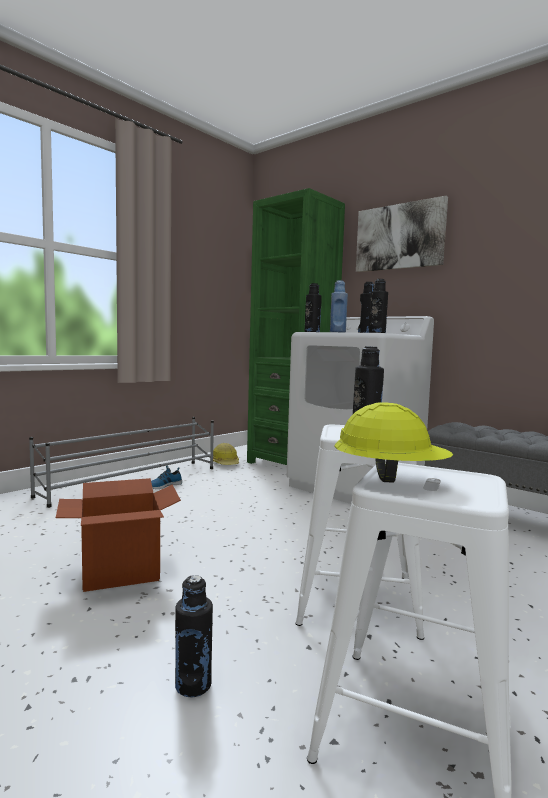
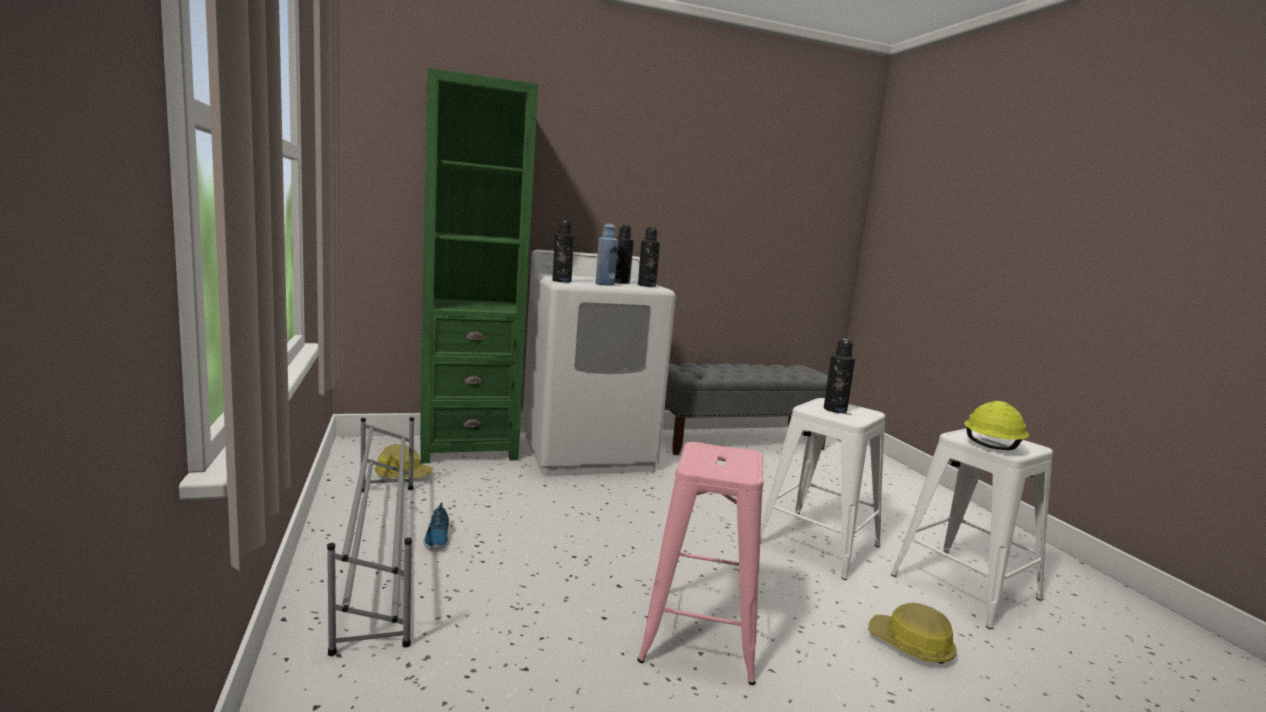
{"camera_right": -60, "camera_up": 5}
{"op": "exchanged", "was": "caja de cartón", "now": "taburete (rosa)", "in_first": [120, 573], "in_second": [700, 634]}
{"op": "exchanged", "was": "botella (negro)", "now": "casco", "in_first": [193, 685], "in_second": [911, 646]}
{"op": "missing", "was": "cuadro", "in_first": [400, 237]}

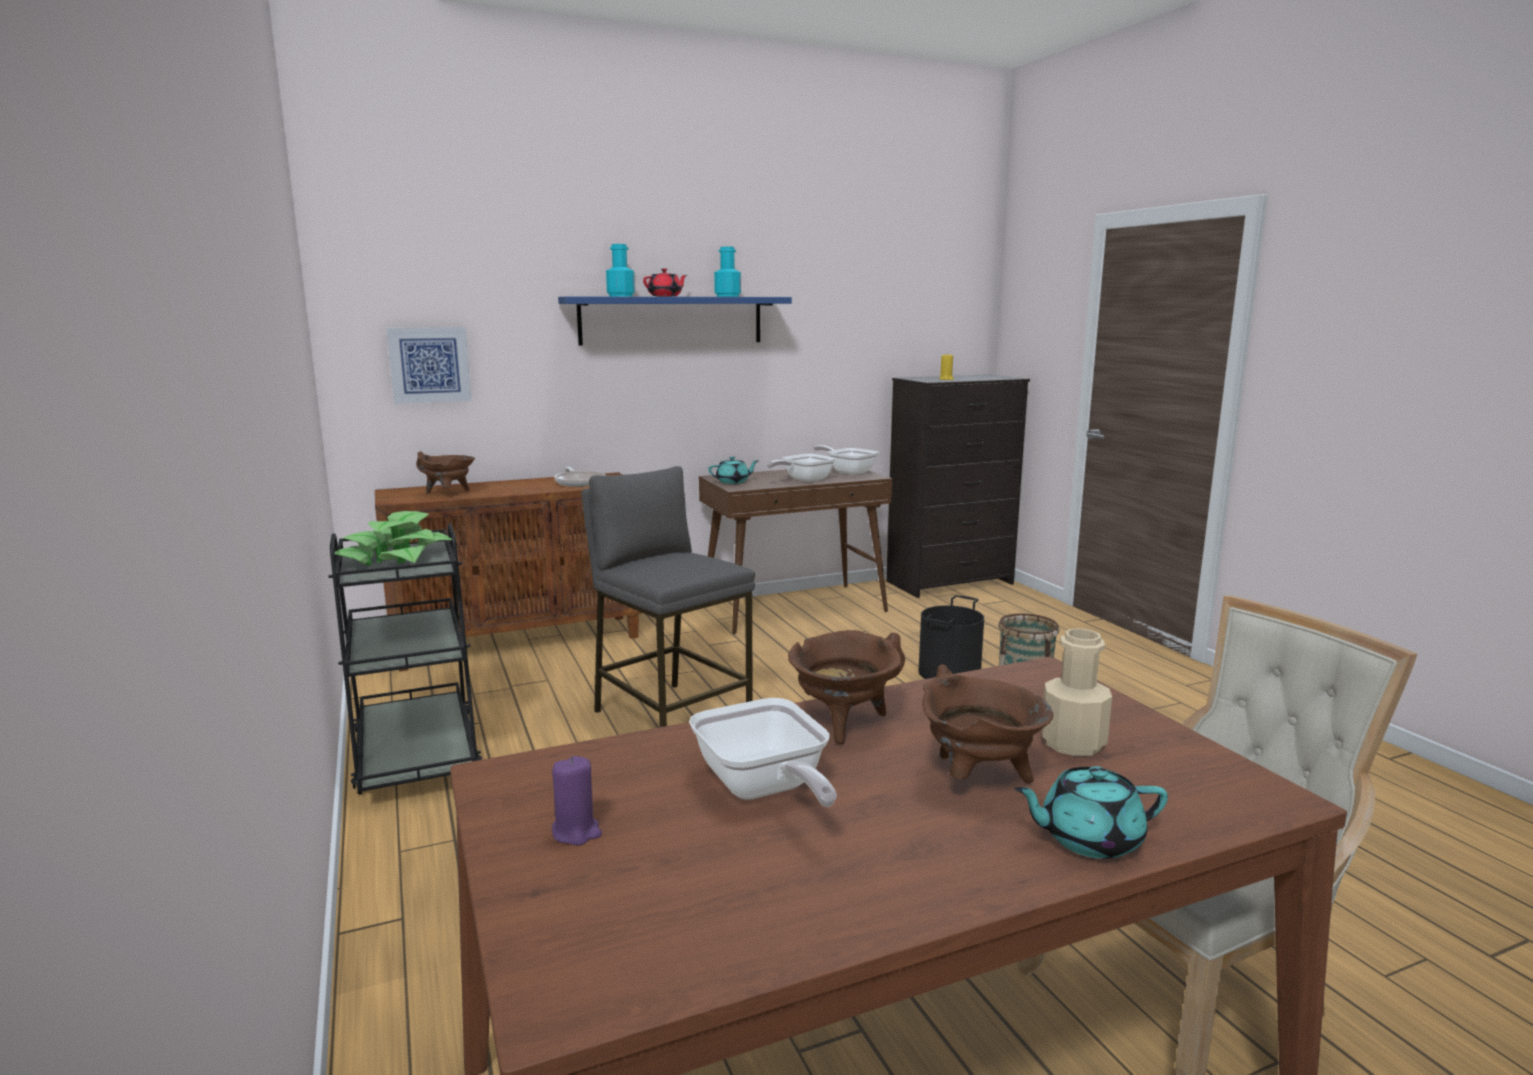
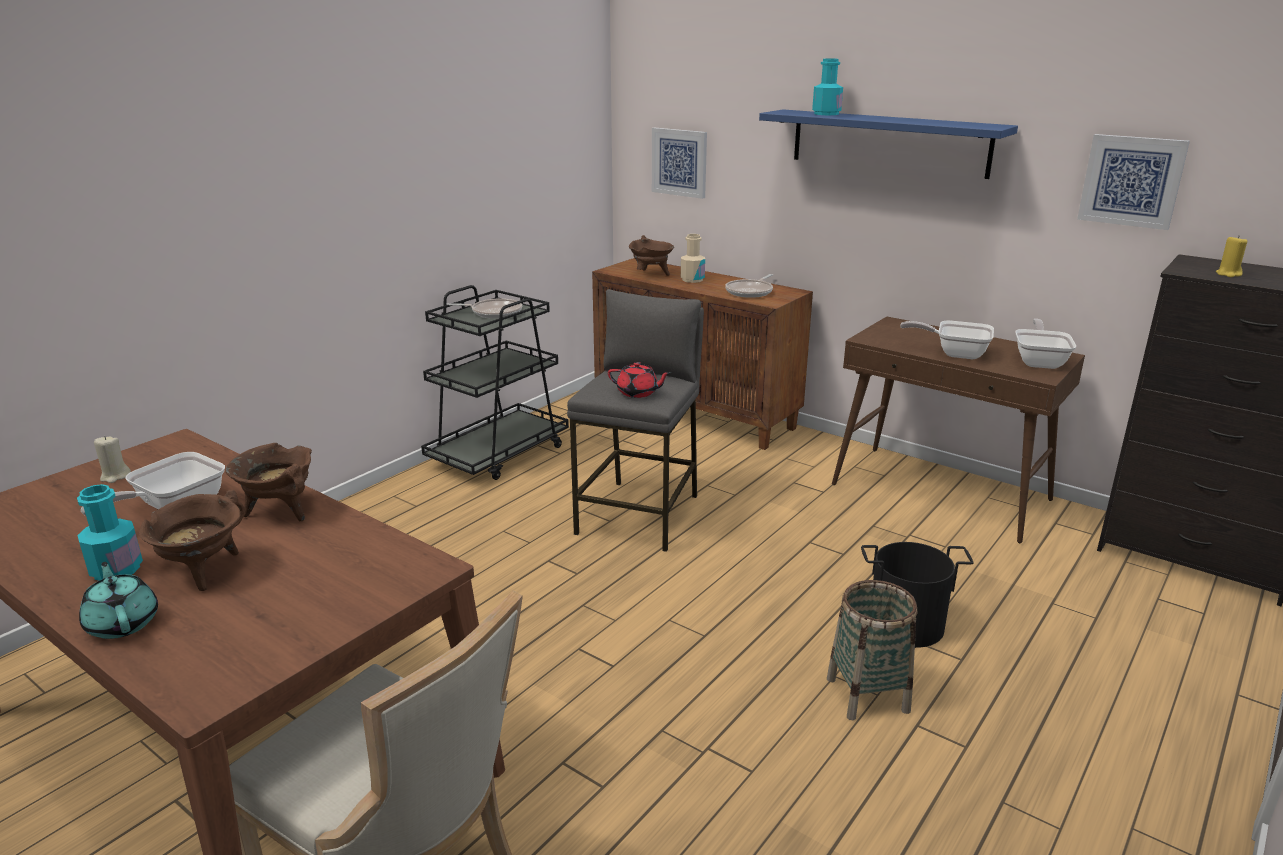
{"camera_right": 60, "camera_up": 10}
{"op": "relocated", "was": "botella (turquesa)", "in_first": [727, 296], "in_second": [116, 570]}
{"op": "colour", "was": "vela (morado)", "now": "vela (beis)", "in_first": [576, 832], "in_second": [115, 476]}
{"op": "exchanged", "was": "planta en maceta", "now": "sartén", "in_first": [395, 557], "in_second": [493, 312]}
{"op": "relocated", "was": "tetera (rojo)", "in_first": [665, 296], "in_second": [638, 393]}
{"op": "relocated", "was": "botella (beis)", "in_first": [1073, 743], "in_second": [692, 279]}
{"op": "appeared", "now": "cuadro", "in_second": [1131, 181]}
{"op": "missing", "was": "tetera (turquesa)", "in_first": [733, 482]}

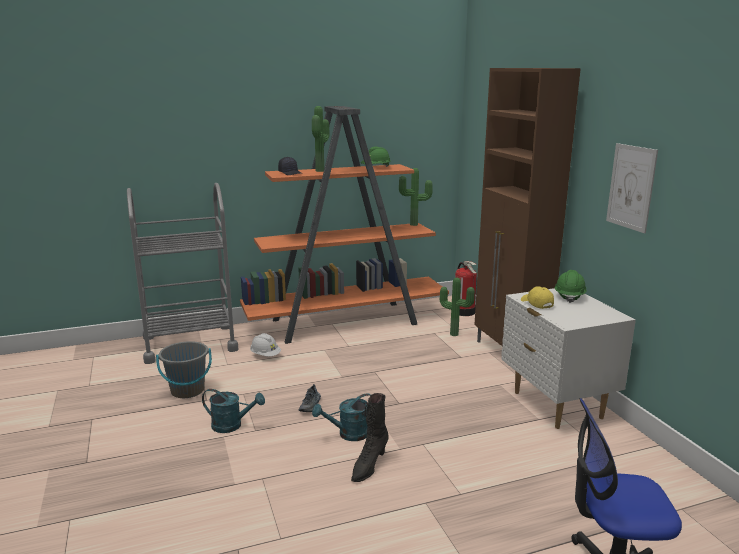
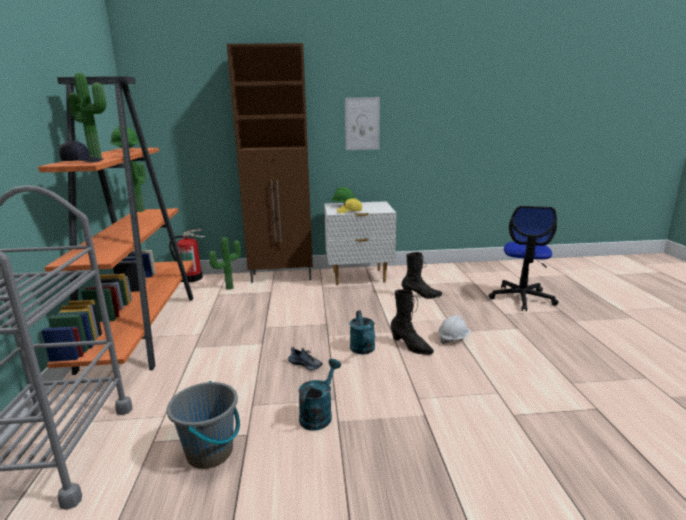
{"camera_right": -75, "camera_up": 0}
{"op": "appeared", "now": "bota (negro)", "in_second": [421, 296]}
{"op": "relocated", "was": "casco (blanco)", "in_first": [265, 355], "in_second": [453, 338]}

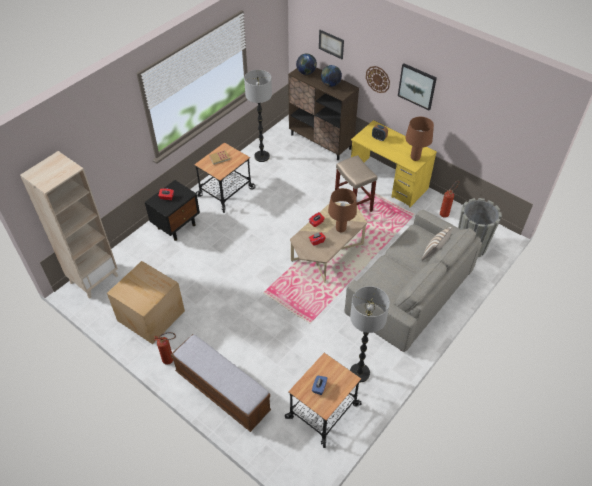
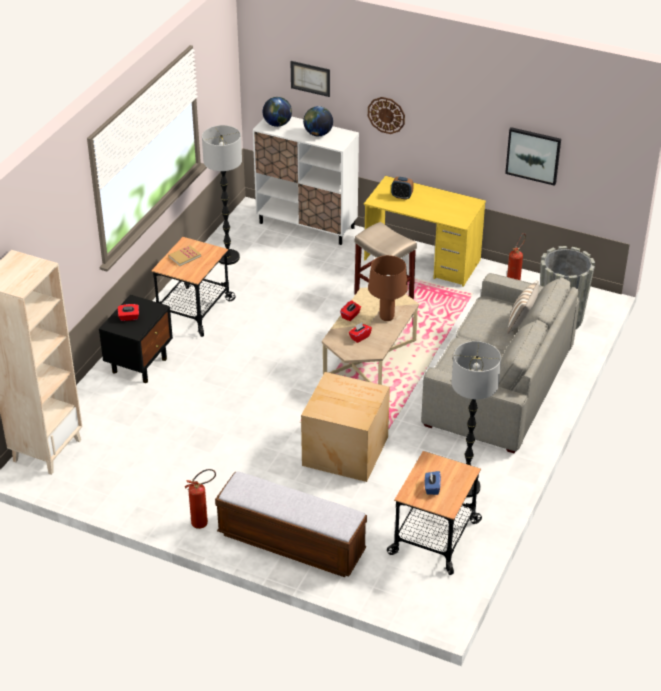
{"camera_right": -15, "camera_up": -10}
{"op": "colour", "was": "armario (marrón)", "now": "armario (blanco)", "in_first": [321, 141], "in_second": [307, 225]}
{"op": "relocated", "was": "caja de cartón", "in_first": [151, 315], "in_second": [344, 450]}
{"op": "relocated", "was": "cuadro", "in_first": [417, 86], "in_second": [533, 155]}
{"op": "missing", "was": "lámpara de mesa (marrón)", "in_first": [415, 158]}

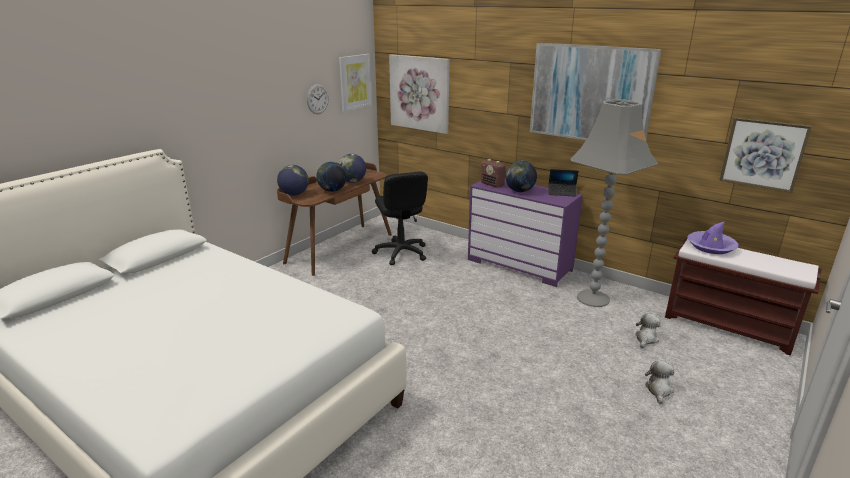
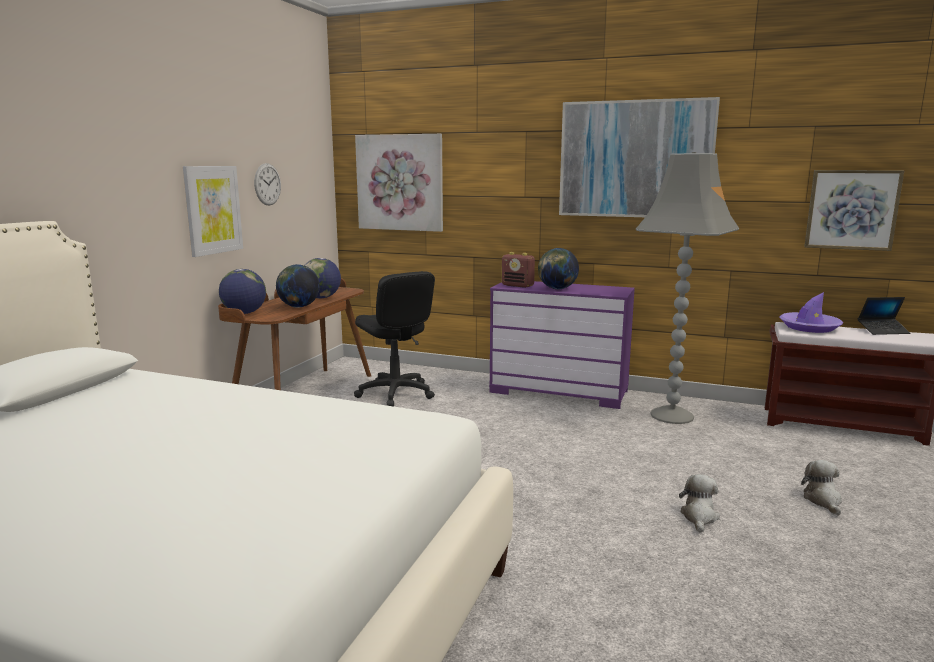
{"camera_right": -15, "camera_up": -10}
{"op": "relocated", "was": "cuadro", "in_first": [355, 82], "in_second": [213, 210]}
{"op": "relocated", "was": "peluche", "in_first": [646, 339], "in_second": [699, 517]}
{"op": "relocated", "was": "portátil", "in_first": [562, 192], "in_second": [882, 331]}

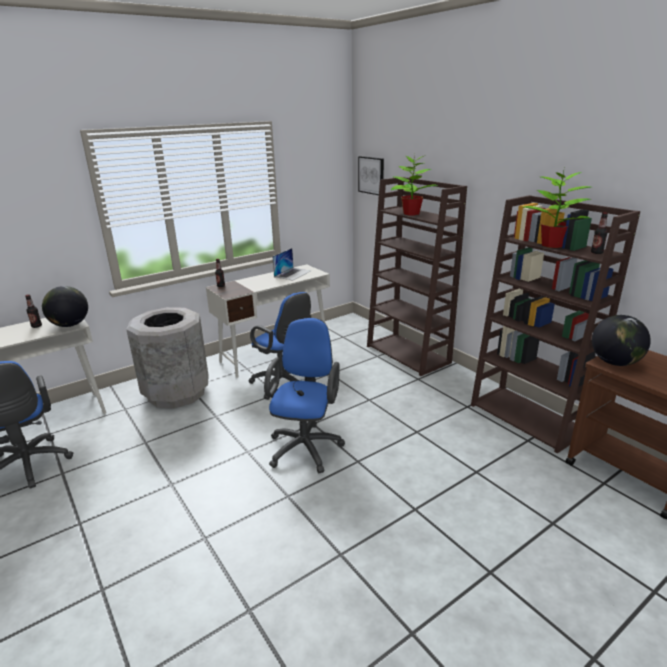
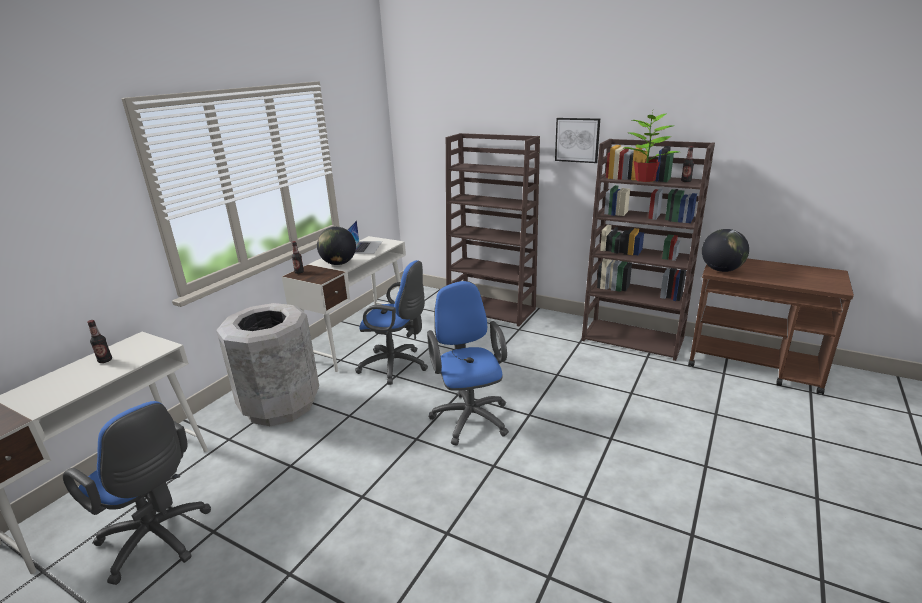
{"camera_right": -25, "camera_up": 0}
{"op": "relocated", "was": "globo terráqueo", "in_first": [70, 325], "in_second": [339, 263]}
{"op": "relocated", "was": "cuadro", "in_first": [371, 175], "in_second": [577, 140]}
{"op": "missing", "was": "planta en maceta", "in_first": [410, 213]}

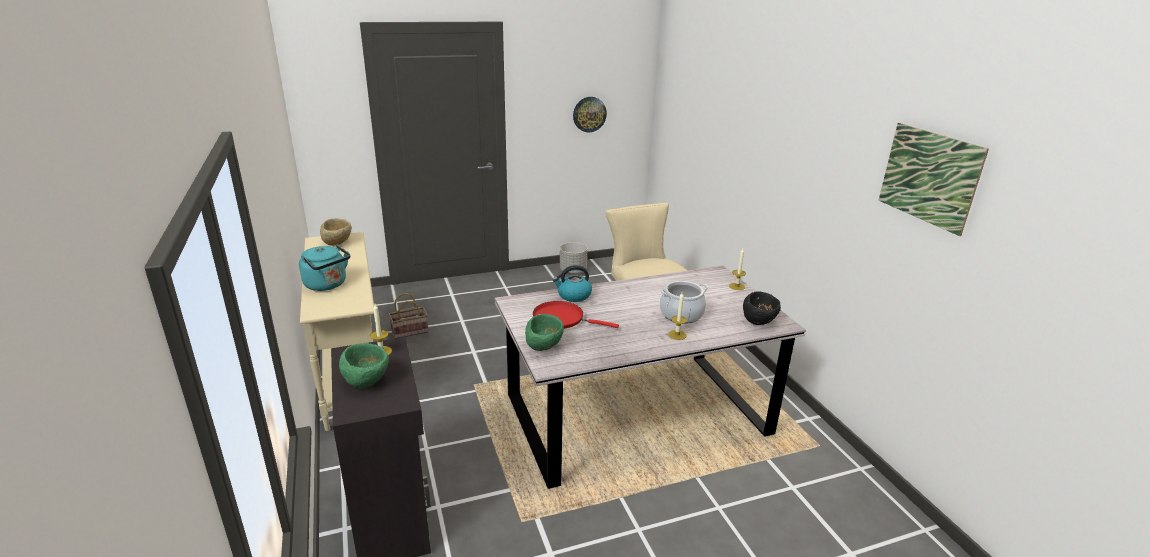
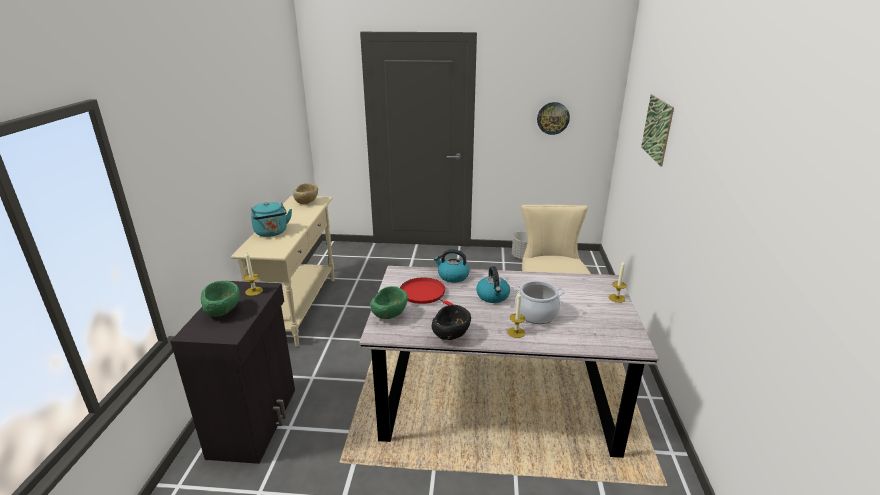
{"camera_right": 25, "camera_up": 0}
{"op": "relocated", "was": "cuenco (negro)", "in_first": [759, 322], "in_second": [451, 336]}
{"op": "appeared", "now": "hervidor", "in_second": [493, 296]}
{"op": "relocated", "was": "cuadro", "in_first": [929, 177], "in_second": [657, 129]}
{"op": "missing", "was": "cesta", "in_first": [410, 331]}

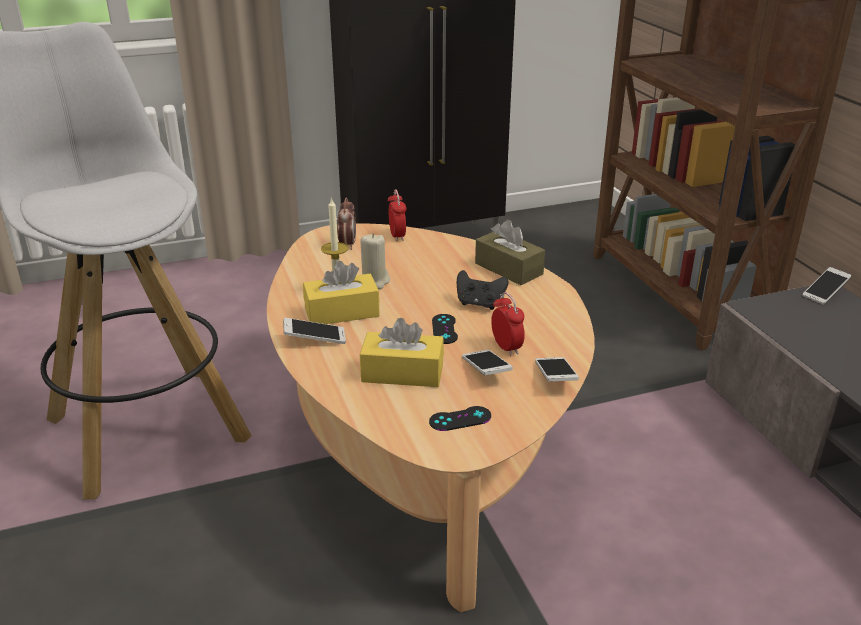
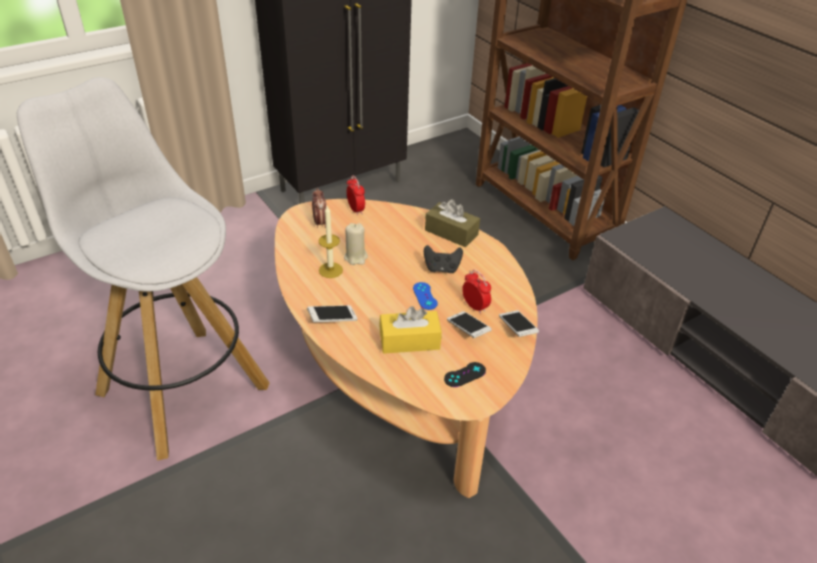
{"camera_right": -15, "camera_up": 10}
{"op": "colour", "was": "mando de consola (negro)", "now": "mando de consola (azul)", "in_first": [444, 329], "in_second": [425, 296]}
{"op": "missing", "was": "caja de pañuelos (amarillo)", "in_first": [342, 312]}
{"op": "missing", "was": "móvil", "in_first": [824, 292]}

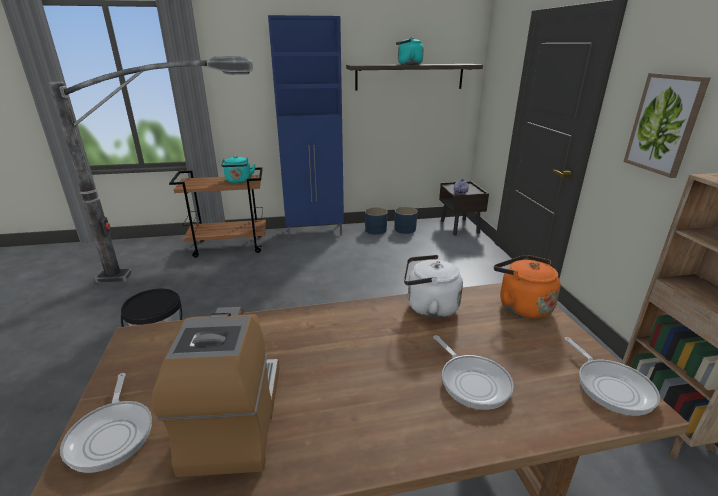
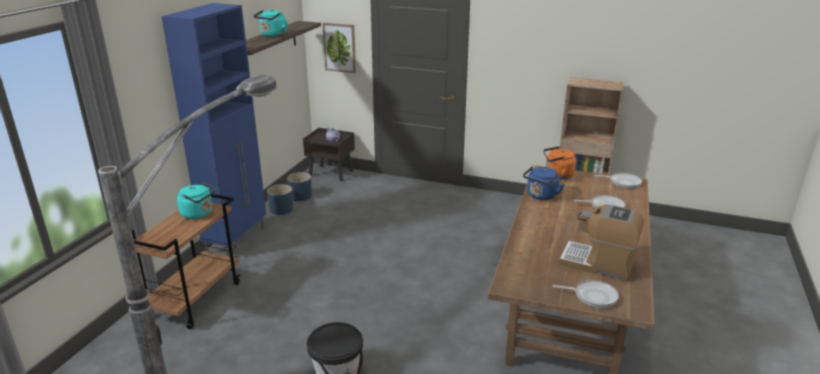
{"camera_right": -60, "camera_up": 0}
{"op": "relocated", "was": "cuadro", "in_first": [664, 124], "in_second": [340, 47]}
{"op": "colour", "was": "hervidor (blanco)", "now": "hervidor (azul)", "in_first": [428, 307], "in_second": [541, 196]}

